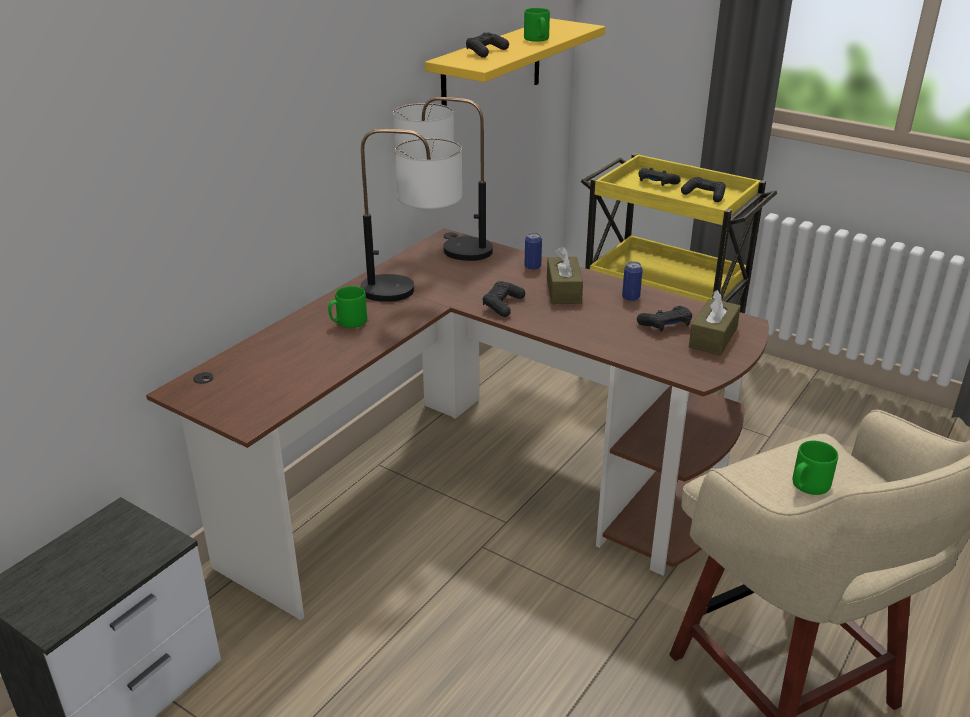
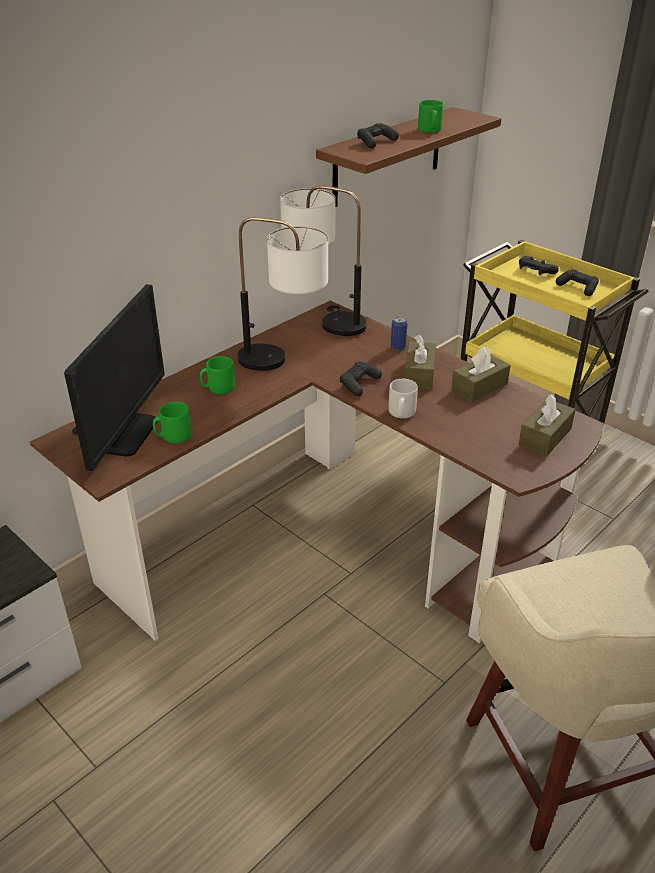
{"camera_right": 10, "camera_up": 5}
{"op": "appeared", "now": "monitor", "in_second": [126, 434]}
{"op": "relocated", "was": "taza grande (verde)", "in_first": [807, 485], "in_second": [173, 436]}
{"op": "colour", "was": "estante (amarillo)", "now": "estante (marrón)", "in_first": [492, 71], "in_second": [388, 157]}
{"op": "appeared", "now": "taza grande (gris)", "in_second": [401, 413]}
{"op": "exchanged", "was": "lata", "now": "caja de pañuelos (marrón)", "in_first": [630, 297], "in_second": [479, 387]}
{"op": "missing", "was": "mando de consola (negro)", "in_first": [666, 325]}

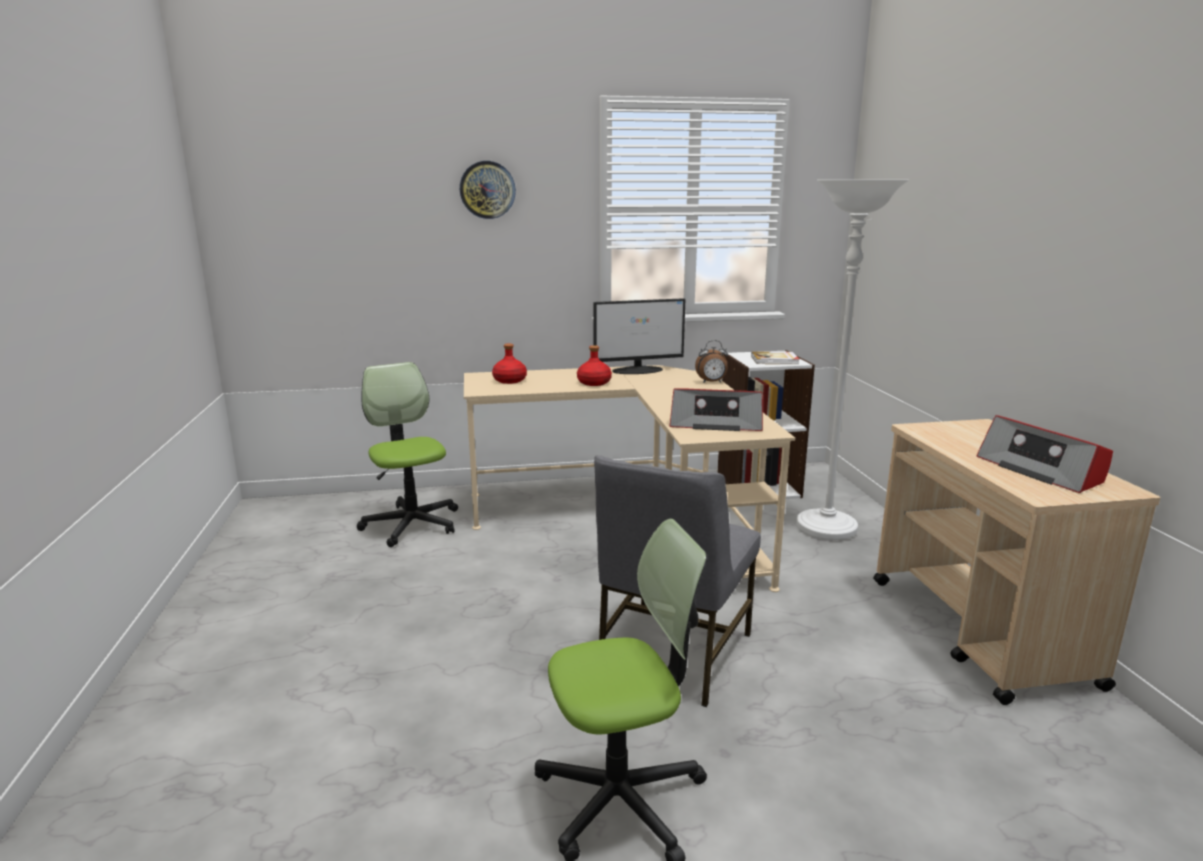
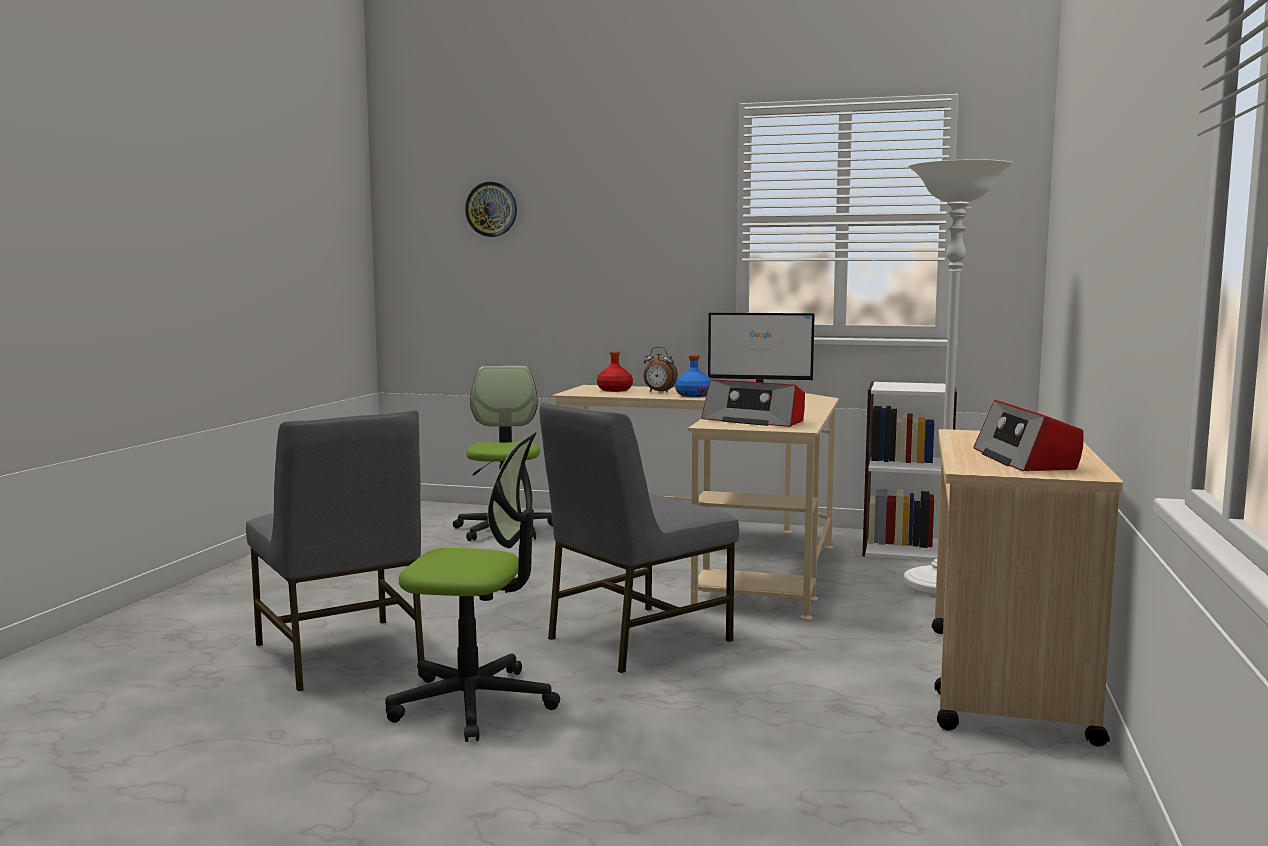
{"camera_right": 25, "camera_up": -10}
{"op": "appeared", "now": "silla (gris)", "in_second": [341, 655]}
{"op": "relocated", "was": "reloj de pared", "in_first": [487, 190], "in_second": [491, 209]}
{"op": "relocated", "was": "despertador", "in_first": [711, 382], "in_second": [659, 392]}
{"op": "colour", "was": "botella (rojo)", "now": "botella (azul)", "in_first": [593, 383], "in_second": [693, 395]}
{"op": "missing", "was": "libro", "in_first": [775, 360]}

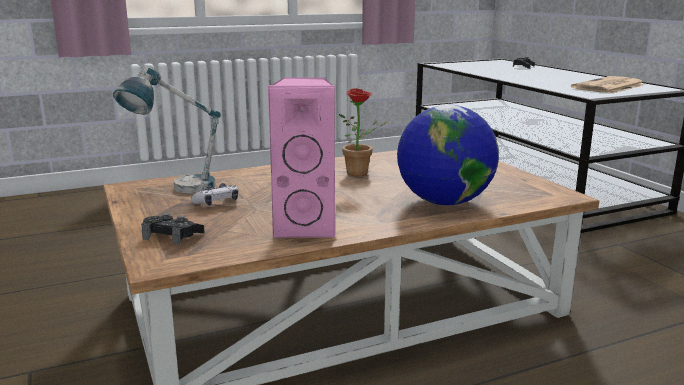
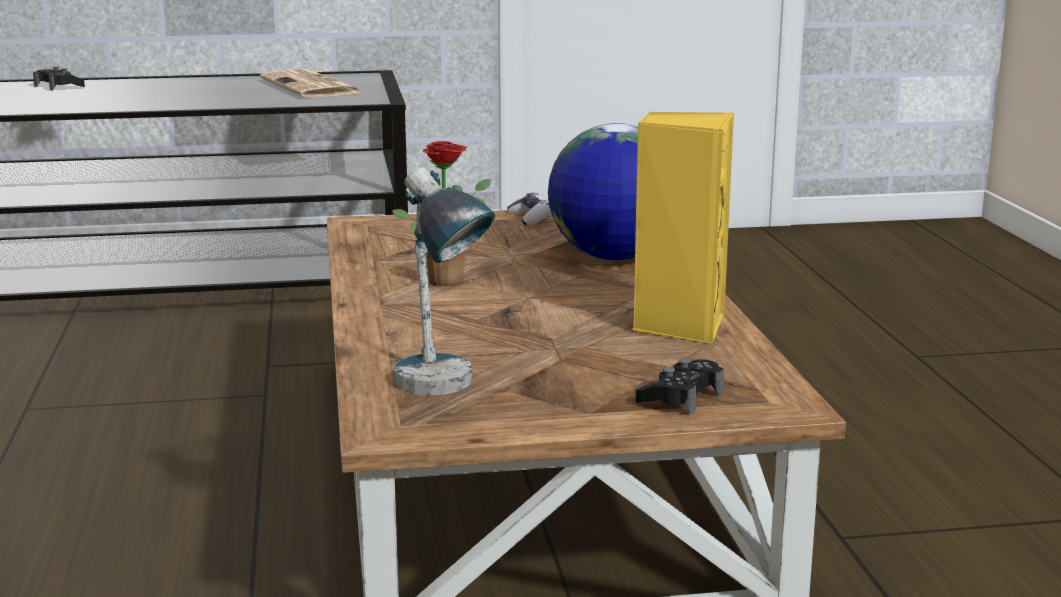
{"camera_right": -75, "camera_up": 0}
{"op": "relocated", "was": "mando de consola", "in_first": [217, 202], "in_second": [532, 218]}
{"op": "colour", "was": "altavoz (rosa)", "now": "altavoz (amarillo)", "in_first": [306, 228], "in_second": [679, 325]}

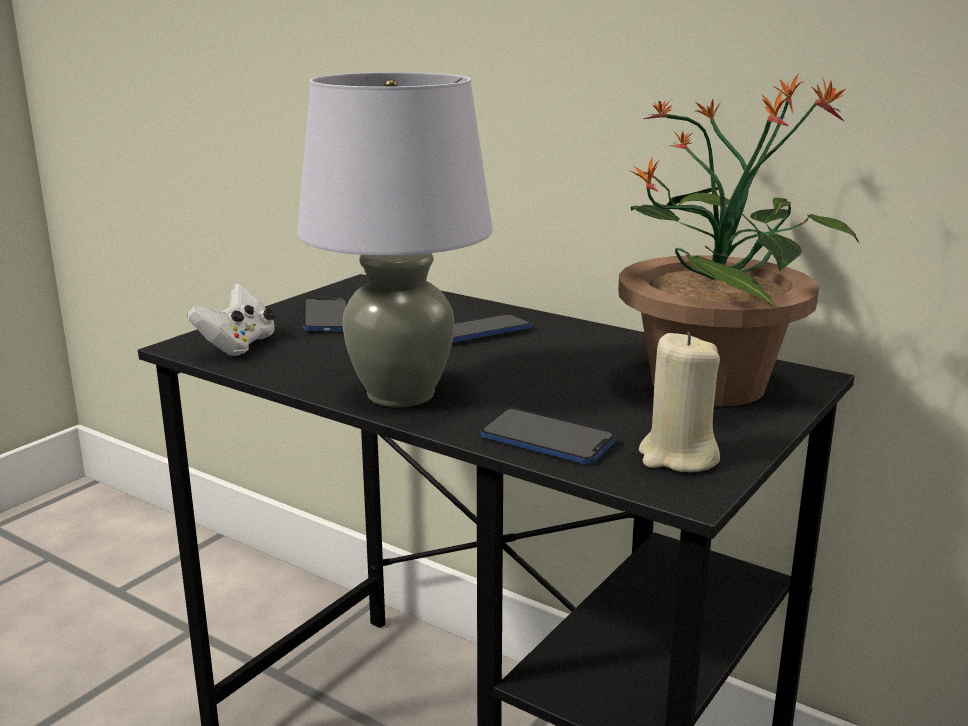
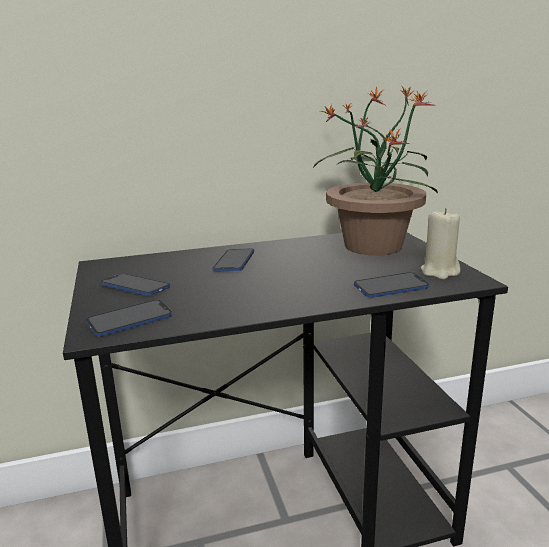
{"camera_right": -50, "camera_up": 0}
{"op": "exchanged", "was": "mando de consola (blanco)", "now": "móvil", "in_first": [238, 346], "in_second": [130, 320]}
{"op": "missing", "was": "lámpara de mesa (gris)", "in_first": [400, 394]}

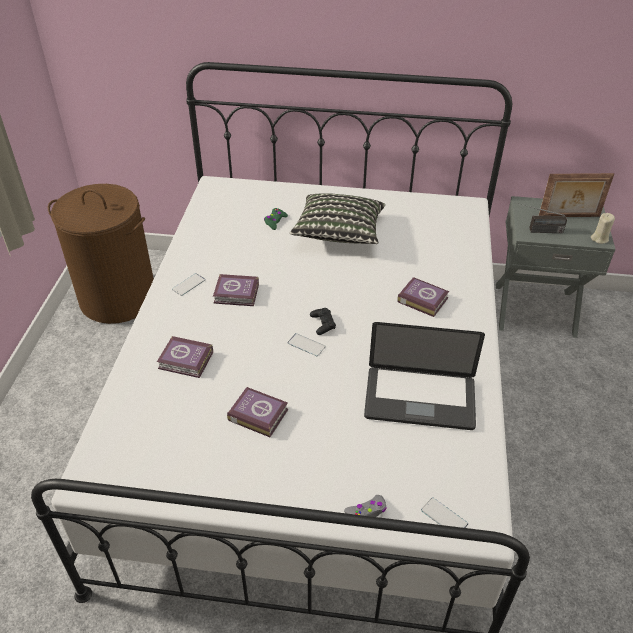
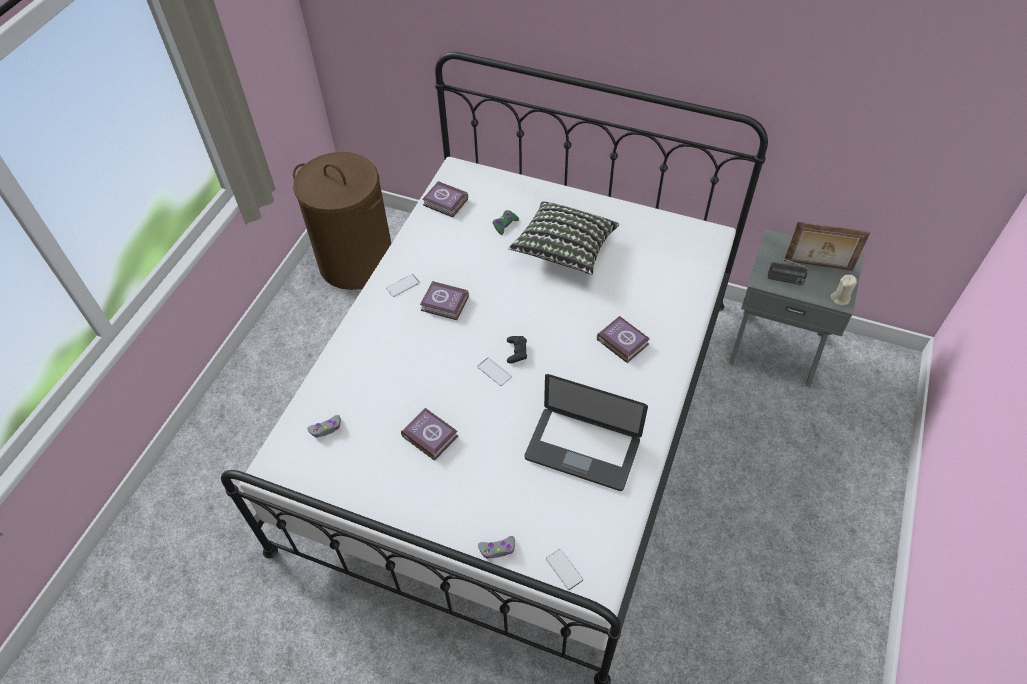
{"camera_right": 15, "camera_up": 10}
{"op": "appeared", "now": "mando de consola (gris)", "in_second": [326, 429]}
{"op": "relocated", "was": "libro", "in_first": [186, 361], "in_second": [446, 203]}

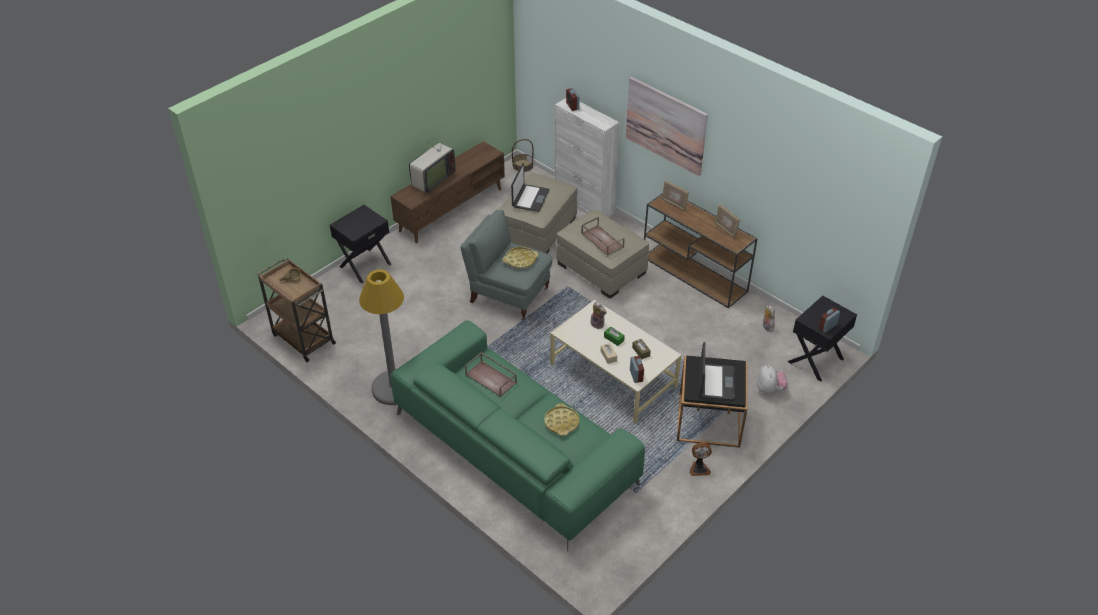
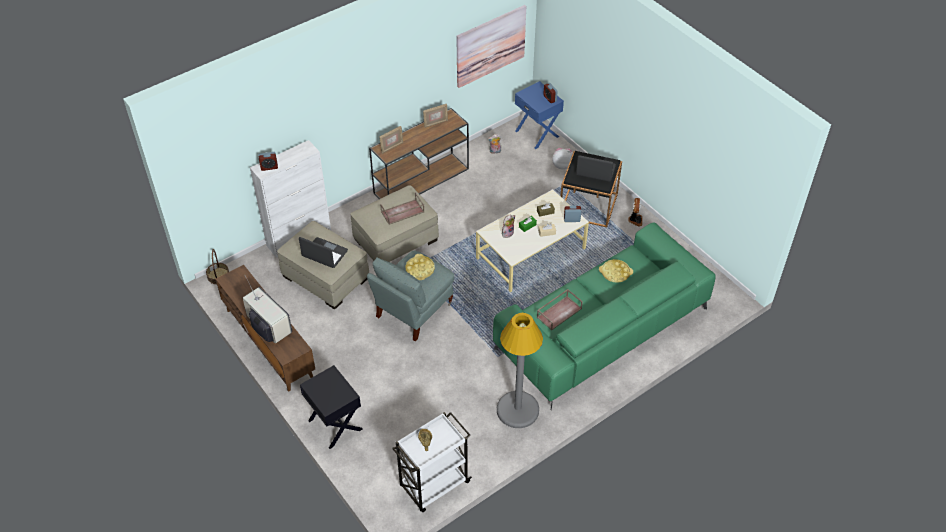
{"camera_right": -80, "camera_up": 5}
{"op": "colour", "was": "carrito (marrón)", "now": "carrito (blanco)", "in_first": [303, 338], "in_second": [433, 485]}
{"op": "relocated", "was": "cuadro", "in_first": [666, 125], "in_second": [490, 45]}
{"op": "colour", "was": "mesita de noche (negro)", "now": "mesita de noche (azul)", "in_first": [816, 361], "in_second": [537, 133]}

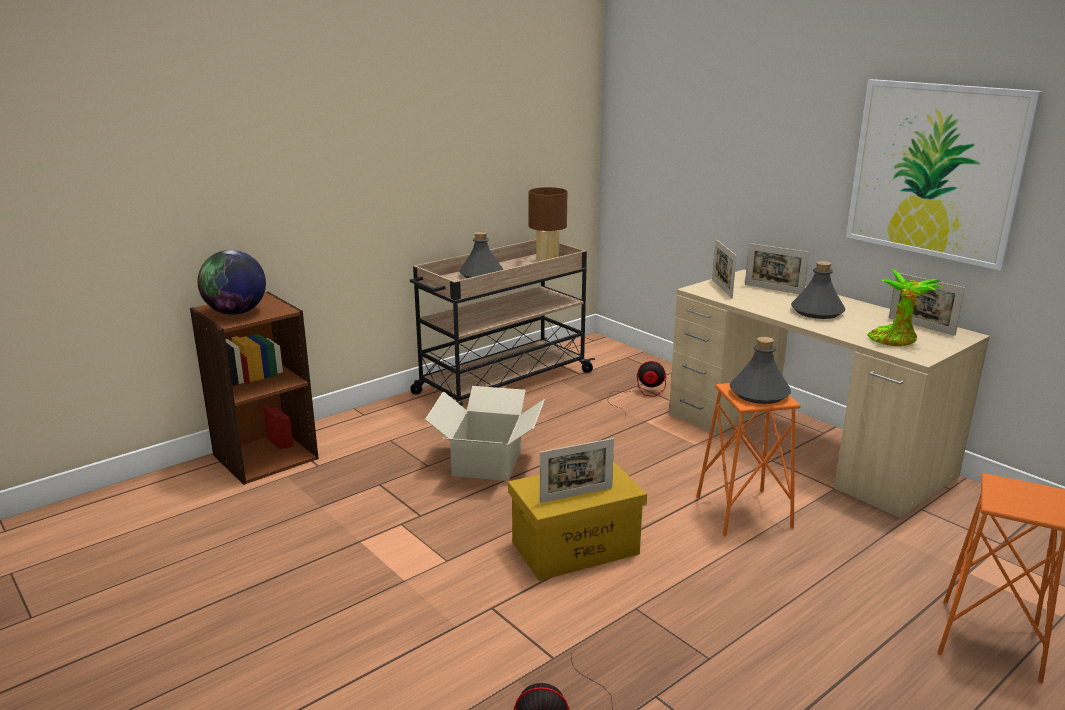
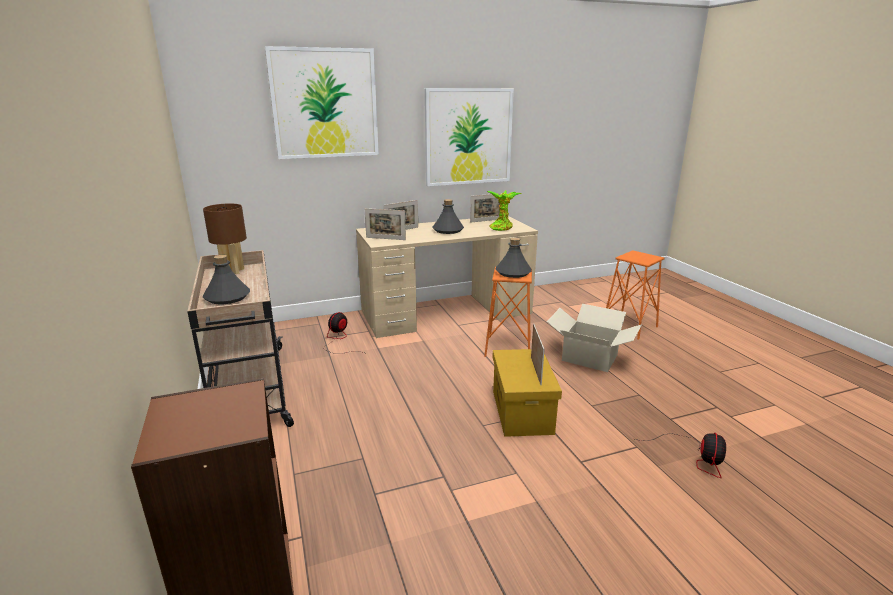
{"camera_right": -70, "camera_up": 0}
{"op": "appeared", "now": "cuadro", "in_second": [325, 104]}
{"op": "relocated", "was": "caja de cartón", "in_first": [488, 462], "in_second": [589, 357]}
{"op": "missing", "was": "globo terráqueo", "in_first": [236, 313]}

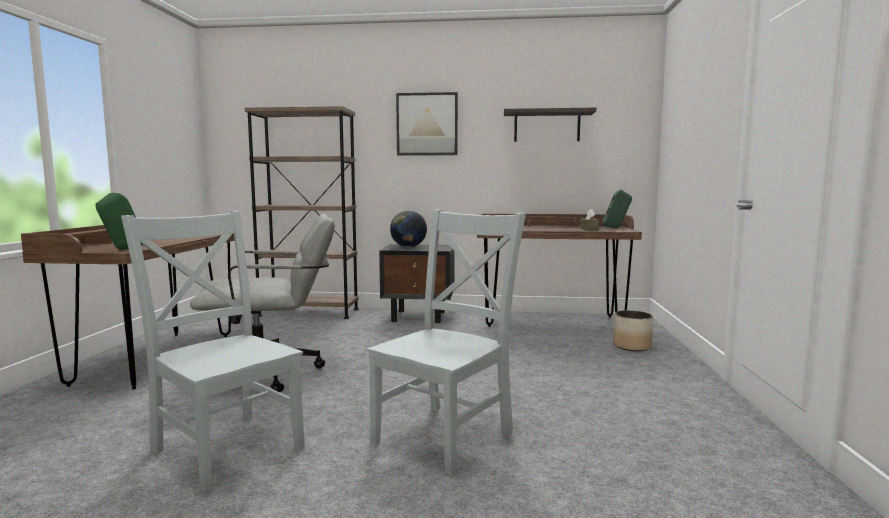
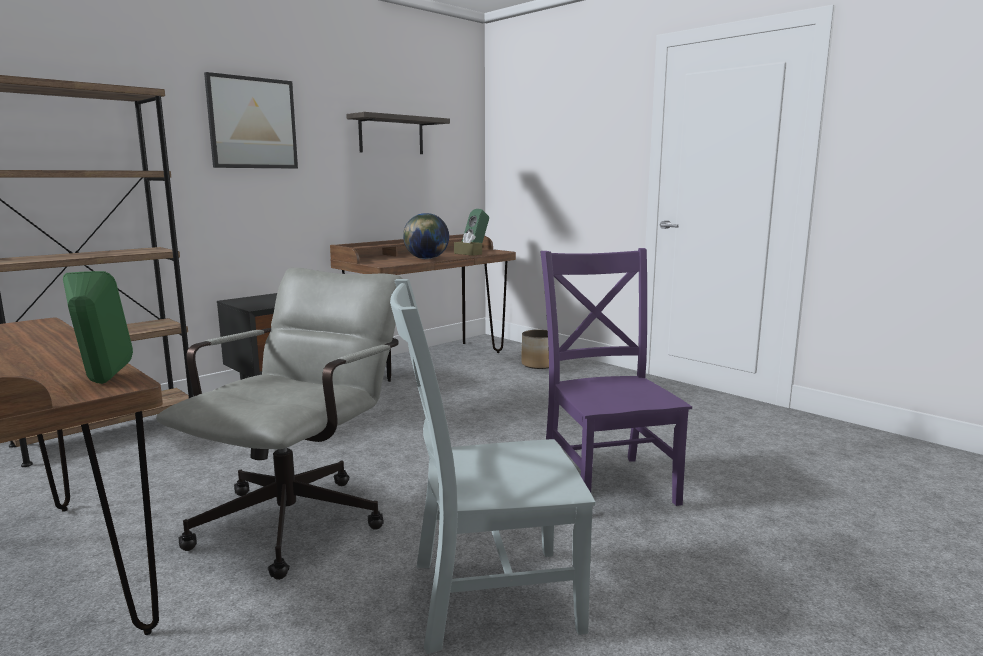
{"camera_right": -50, "camera_up": 5}
{"op": "relocated", "was": "globo terráqueo", "in_first": [408, 247], "in_second": [426, 259]}
{"op": "colour", "was": "silla (gris)", "now": "silla (morado)", "in_first": [447, 434], "in_second": [607, 481]}

